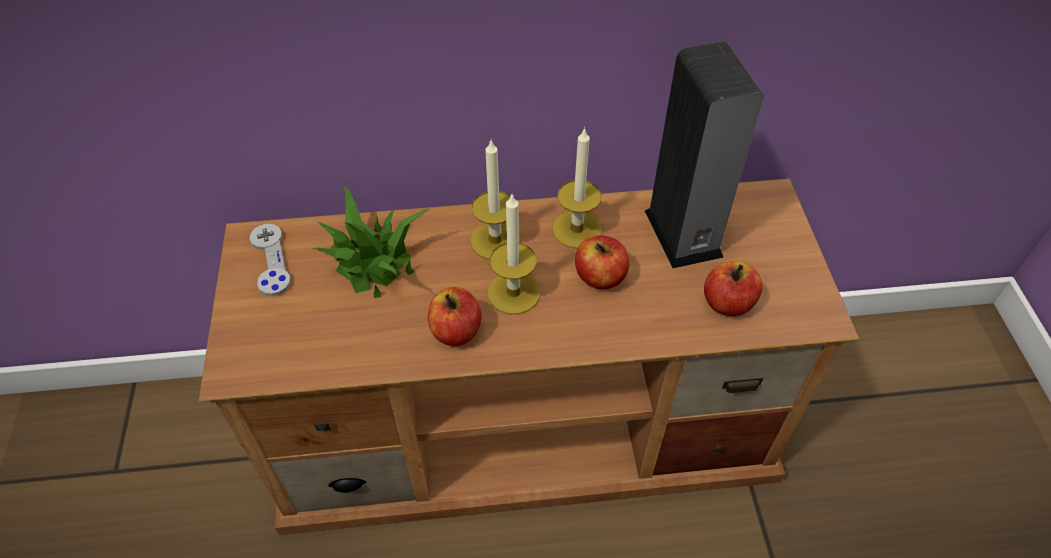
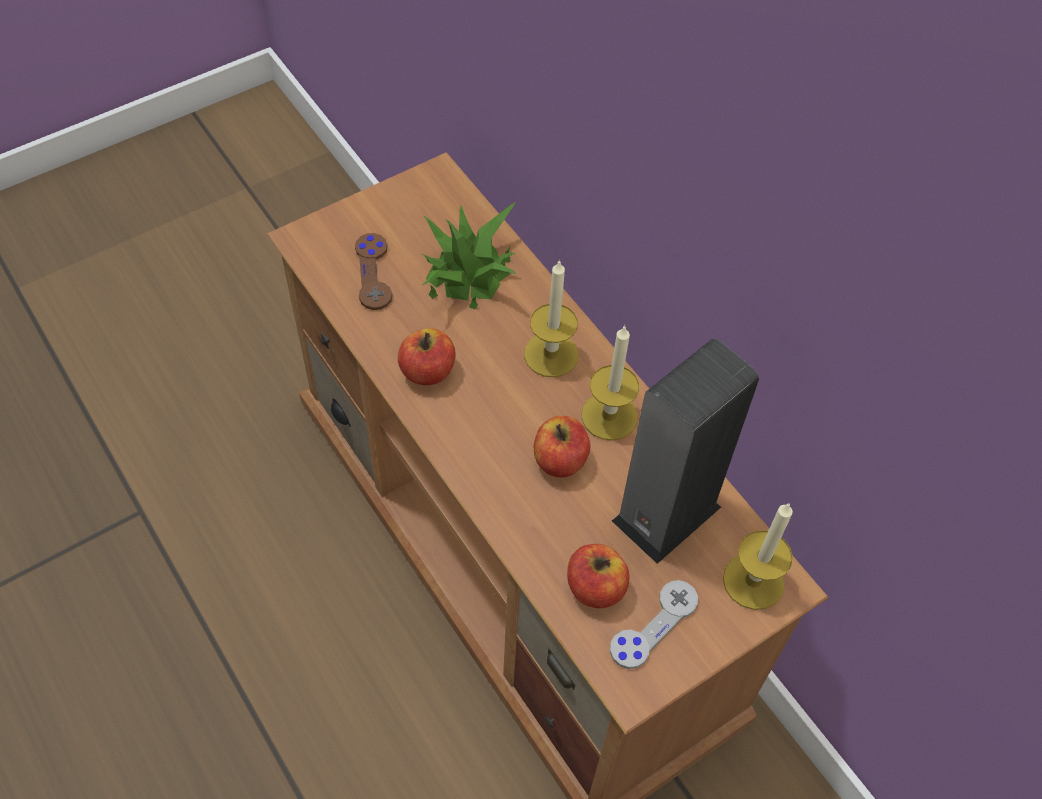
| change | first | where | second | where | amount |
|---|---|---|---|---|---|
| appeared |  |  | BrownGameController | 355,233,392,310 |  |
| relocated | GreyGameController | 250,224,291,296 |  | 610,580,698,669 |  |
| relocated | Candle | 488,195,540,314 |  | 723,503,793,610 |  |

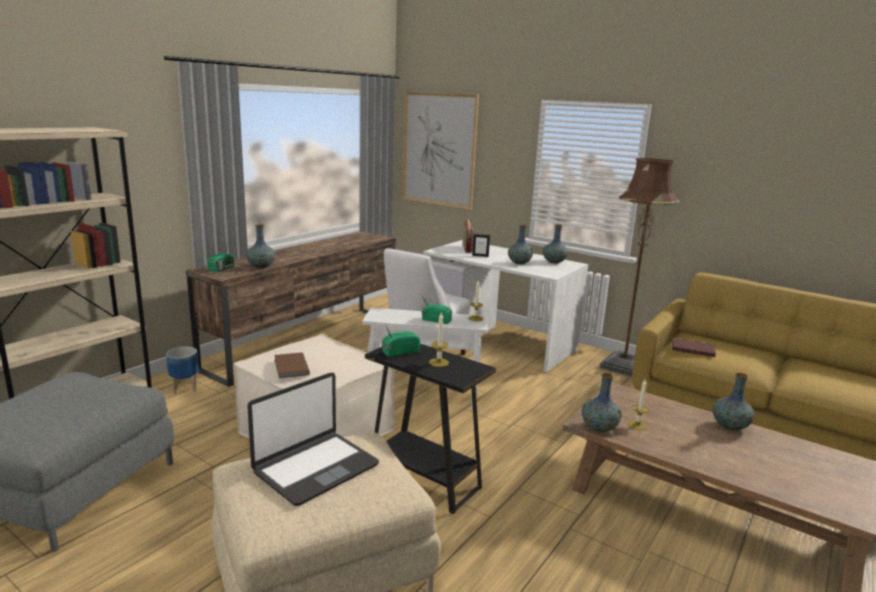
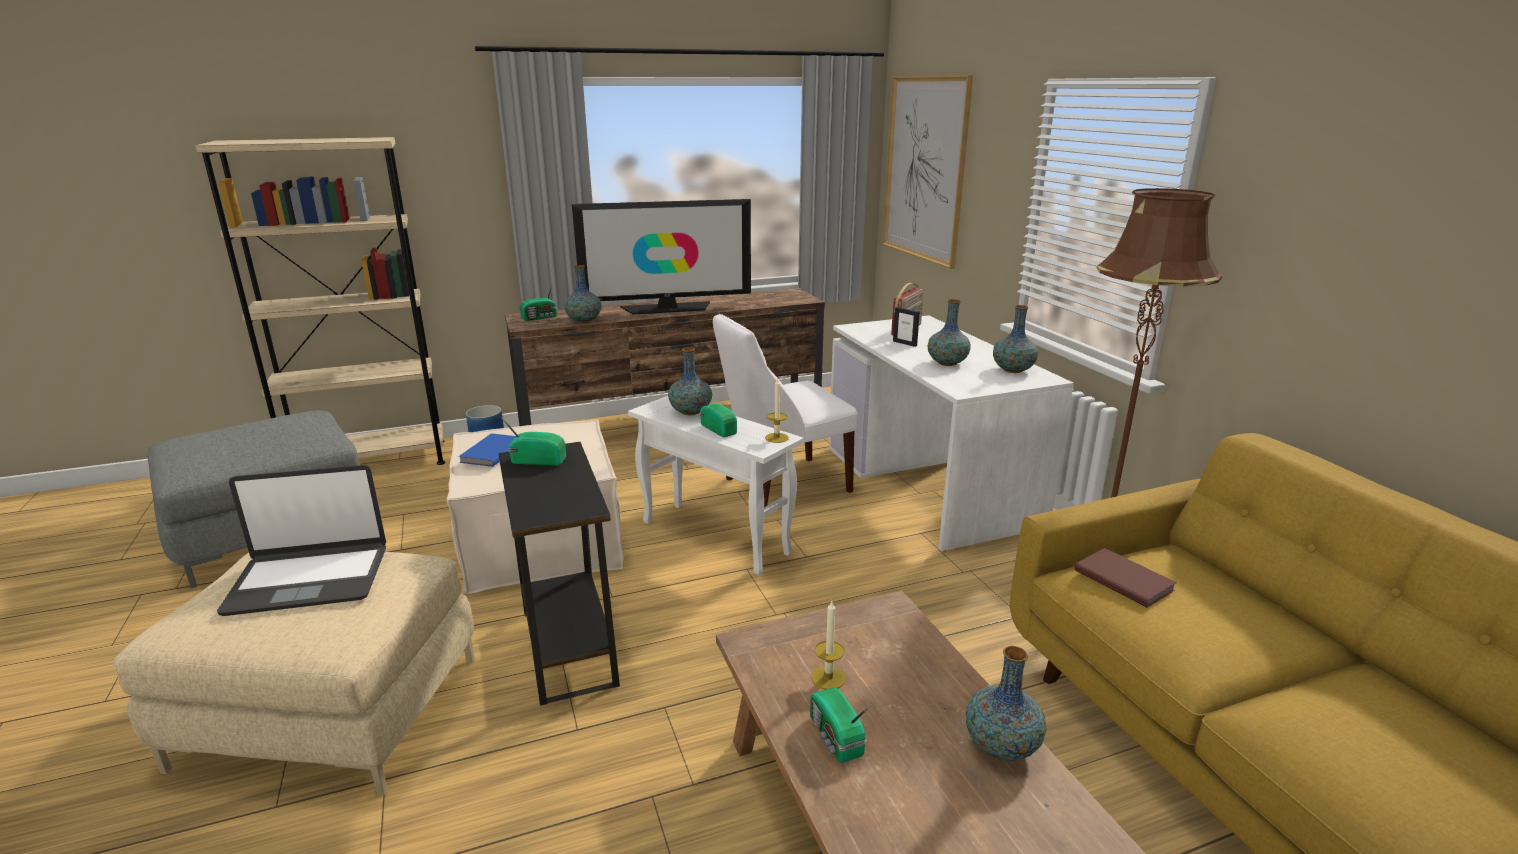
| change | first | where | second | where | amount |
|---|---|---|---|---|---|
| colour | BrownBook | 274,352,310,378 | BlueBook | 458,433,516,467 |  |
| appeared |  |  | Television | 572,199,751,315 |  |
| relocated | Vase | 582,373,622,432 |  | 668,347,712,415 |  |
| appeared |  |  | Radio | 810,688,872,763 |  |
| missing | Candle | 429,313,449,367 |  |  |  |

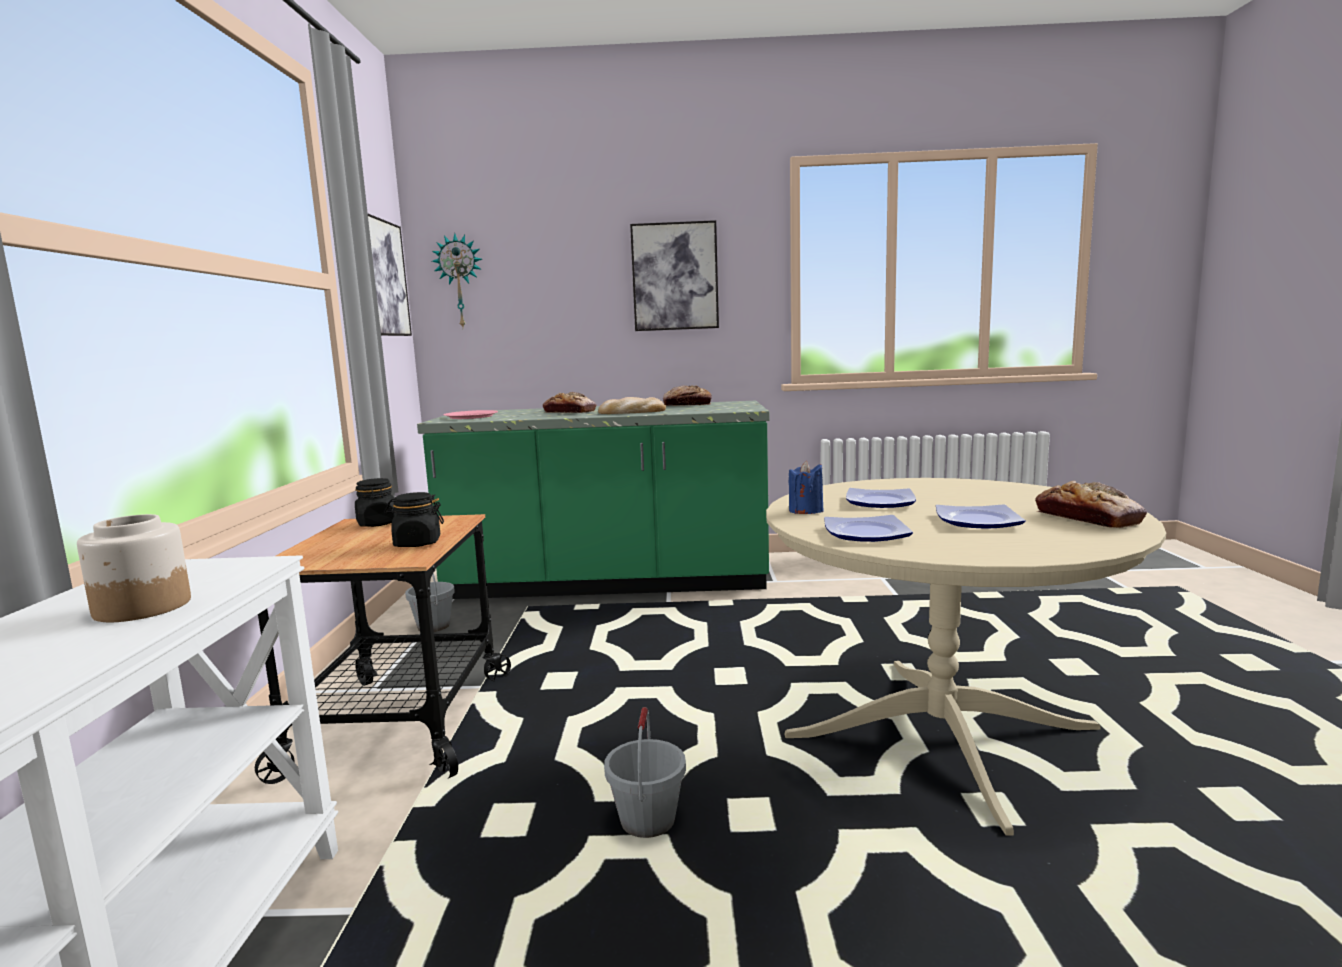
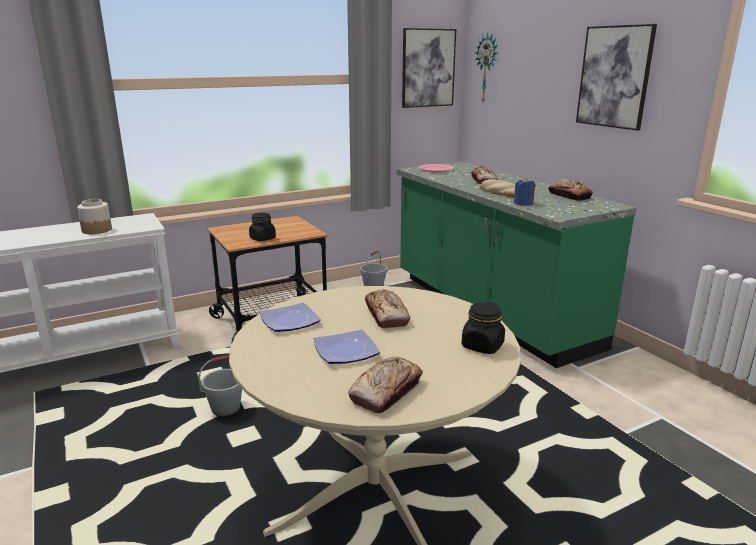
| change | first | where | second | where | amount |
|---|---|---|---|---|---|
| exchanged | Plate | 846,488,916,508 | Bread | 365,289,411,328 |  |
| relocated | BlackJar | 355,478,396,527 |  | 461,302,505,354 |  |
| relocated | BlueCandle | 788,461,824,514 |  | 514,178,536,206 |  |

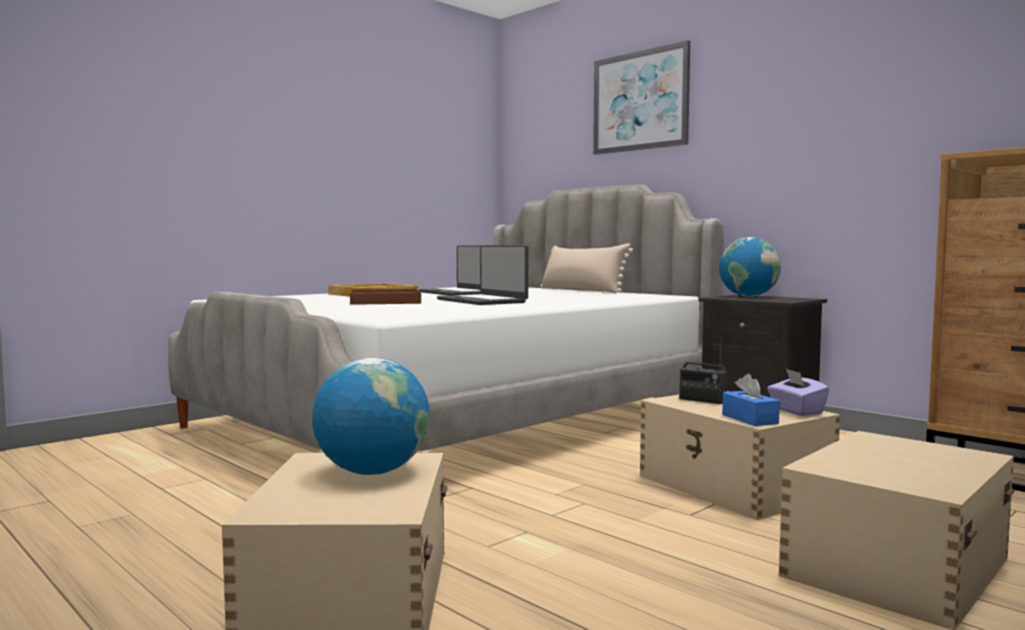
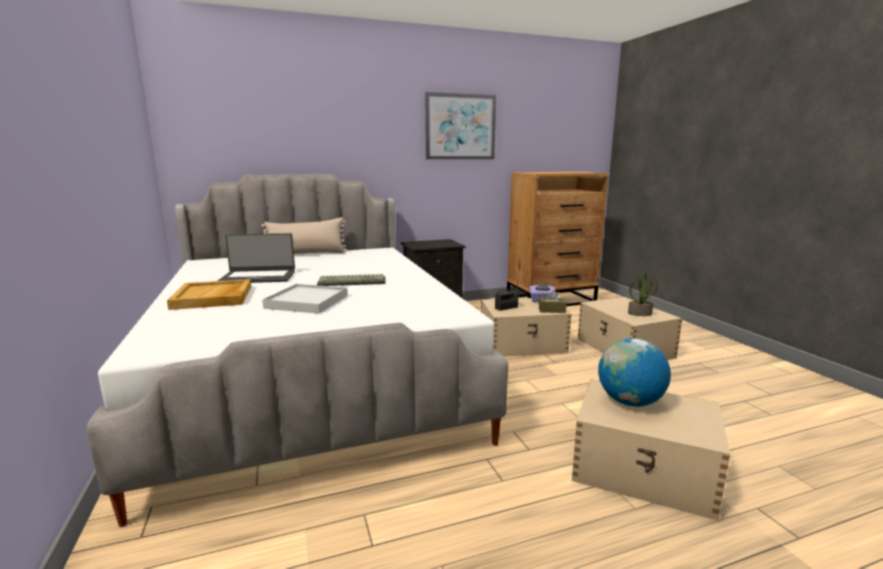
| change | first | where | second | where | amount |
|---|---|---|---|---|---|
| colour | BrownTray | 350,289,421,305 | WhiteTray | 262,284,347,314 |  |
| exchanged | Laptop | 437,245,528,305 | Keyboard | 317,274,386,286 |  |
| relocated | Picture | 593,40,690,155 |  | 425,92,496,160 |  |
| colour | BlueTissueBox | 722,374,780,426 | BrownTissueBox | 539,290,567,313 |  |
| appeared |  |  | PottedPlant | 628,273,658,316 |  |
| missing | Globe | 719,237,781,297 |  |  |  |

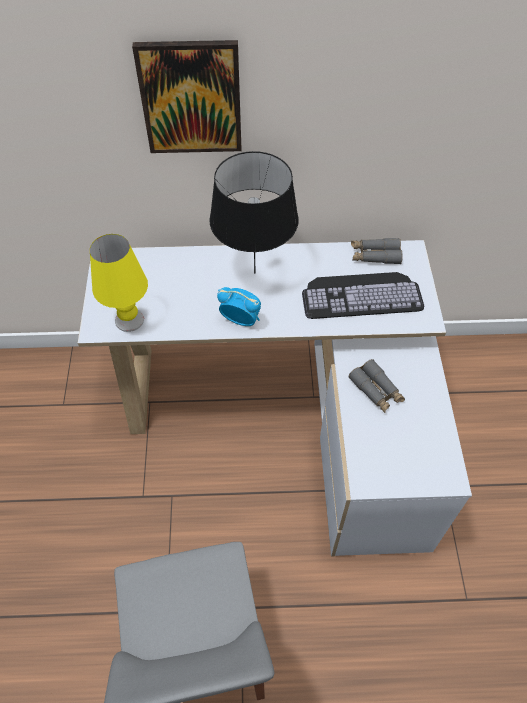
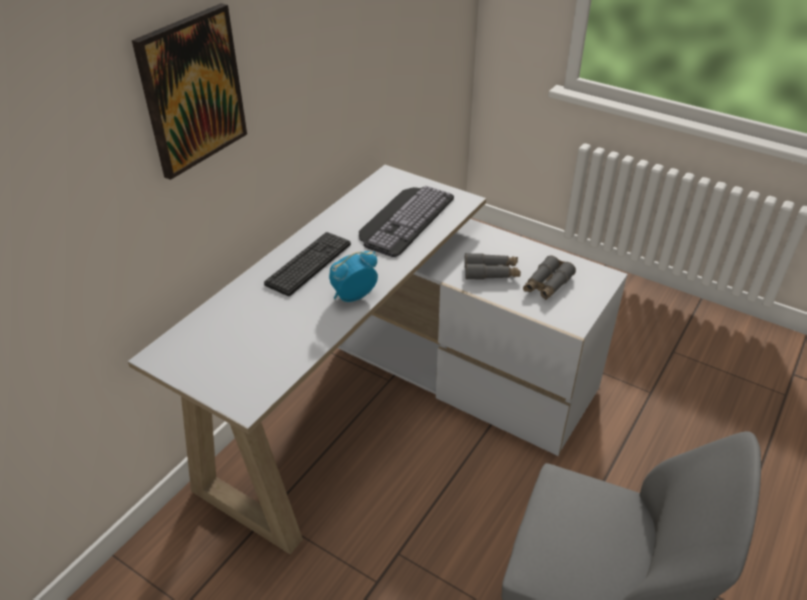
| change | first | where | second | where | amount |
|---|---|---|---|---|---|
| exchanged | BlackTableLamp | 209,151,299,274 | Keyboard | 264,232,351,296 |  |
| relocated | GreyBinoculars | 351,238,403,264 |  | 523,256,576,300 |  |
| missing | YellowTableLamp | 90,234,148,332 |  |  |  |

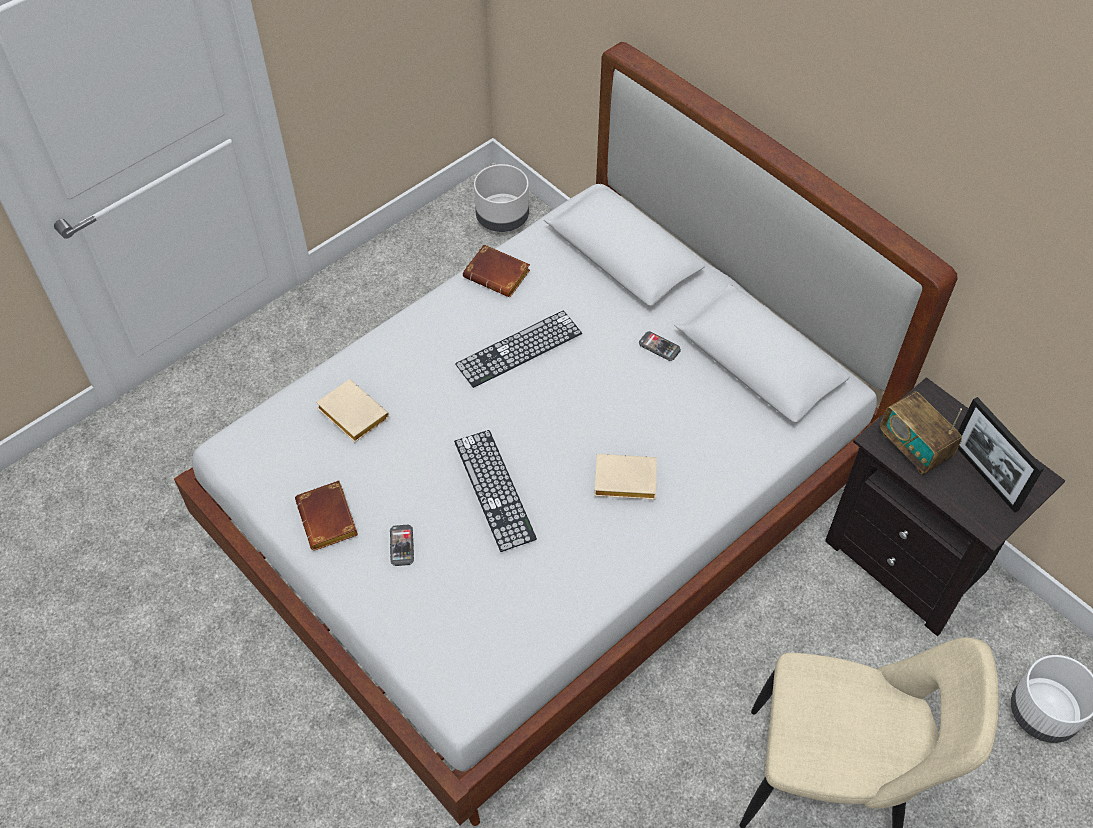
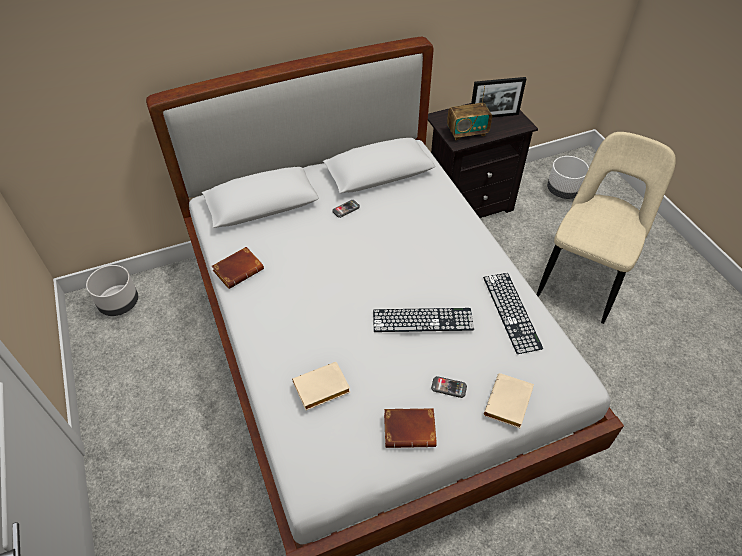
| change | first | where | second | where | amount |
|---|---|---|---|---|---|
| relocated | Keyboard | 455,310,582,388 |  | 483,273,543,354 |  |
| relocated | BeigeBook | 594,454,657,500 |  | 484,373,534,428 |  |

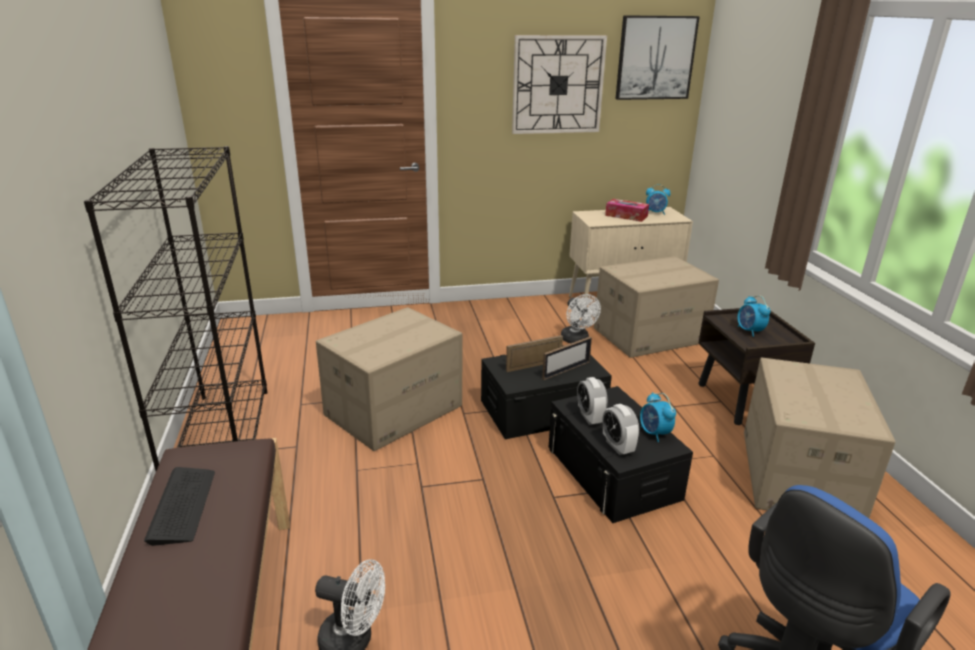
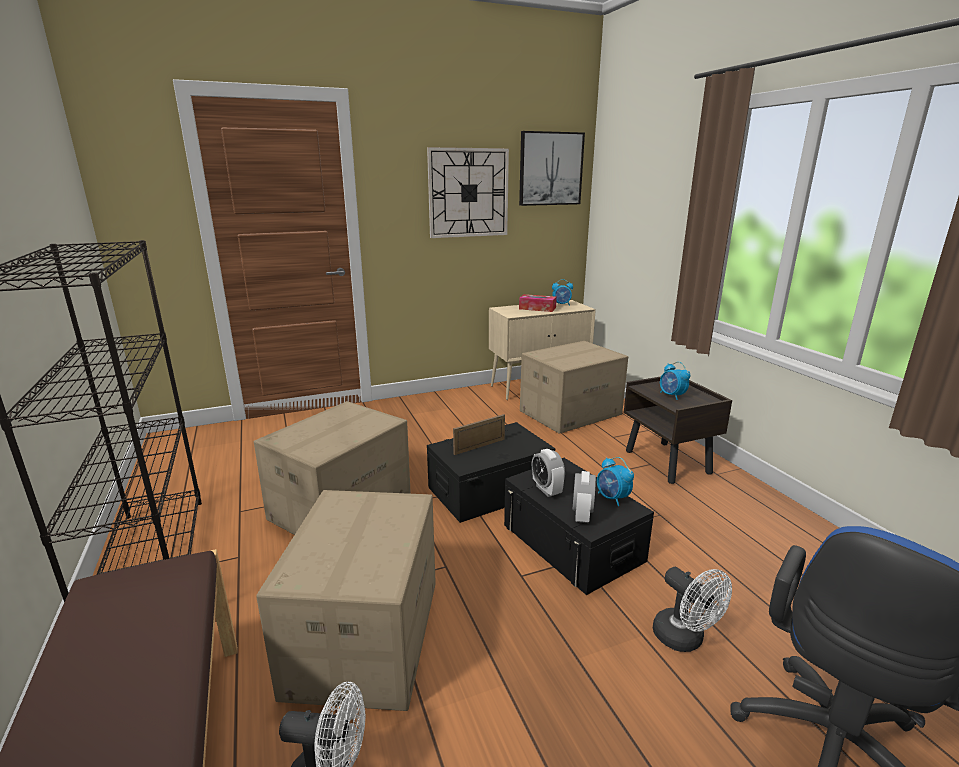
| change | first | where | second | where | amount |
|---|---|---|---|---|---|
| relocated | CardboardBox | 744,357,895,518 |  | 256,490,436,711 |  |
| spun | AlarmClock | 602,404,639,455 |  | 573,471,596,523 | 135 degrees counterclockwise |
| relocated | WhiteFan | 561,294,601,343 |  | 653,567,732,652 |  |
| missing | Keyboard | 144,467,215,546 |  |  |  |
| missing | PictureFrame | 542,337,592,380 |  |  |  |

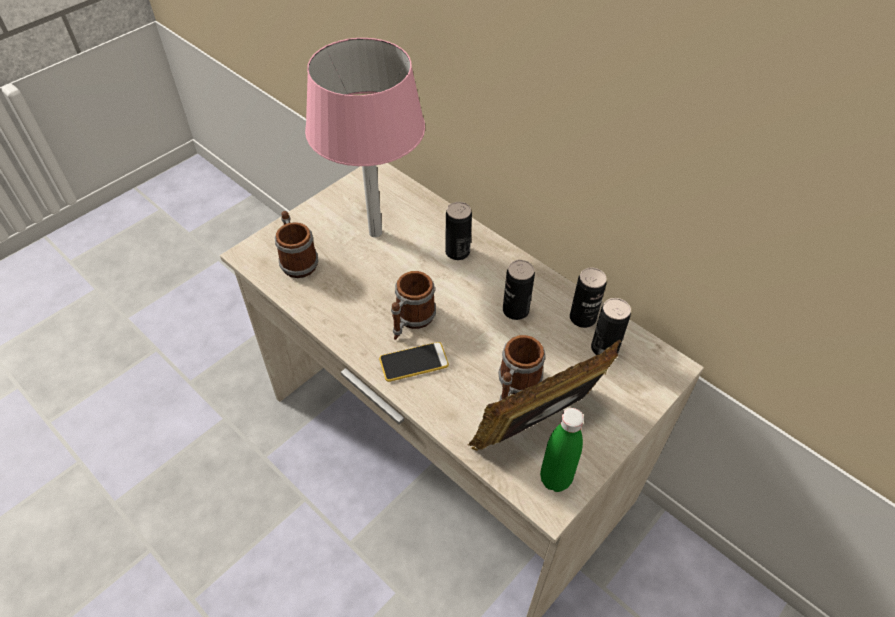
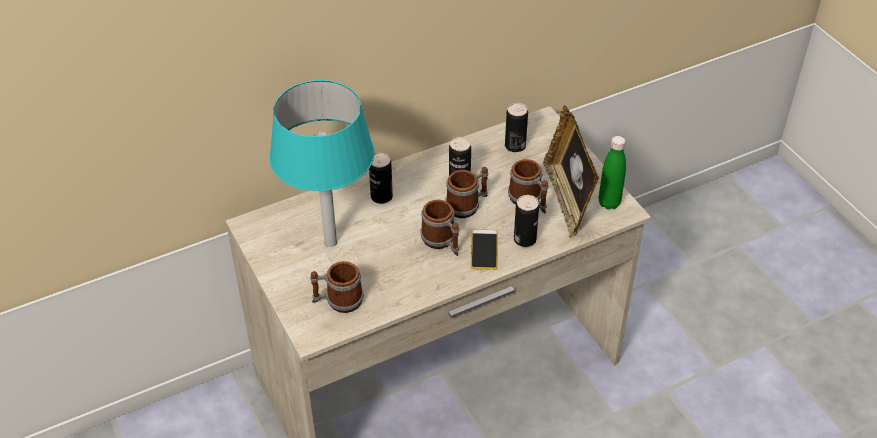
| change | first | where | second | where | amount |
|---|---|---|---|---|---|
| colour | PinkTableLamp | 305,38,425,237 | TurquoiseTableLamp | 269,80,375,247 |  |
| appeared |  |  | Mug | 445,167,488,218 |  |
| relocated | Can | 570,268,606,328 |  | 514,195,539,247 |  |

